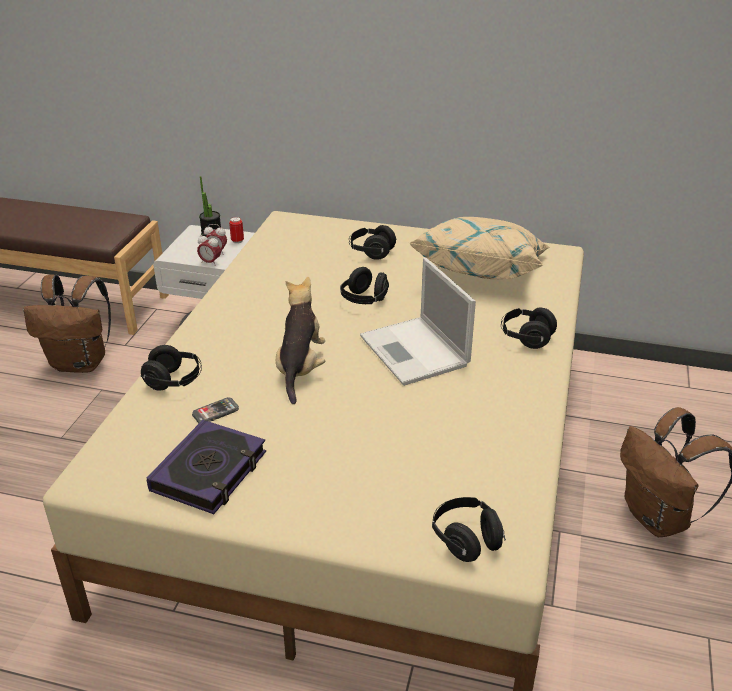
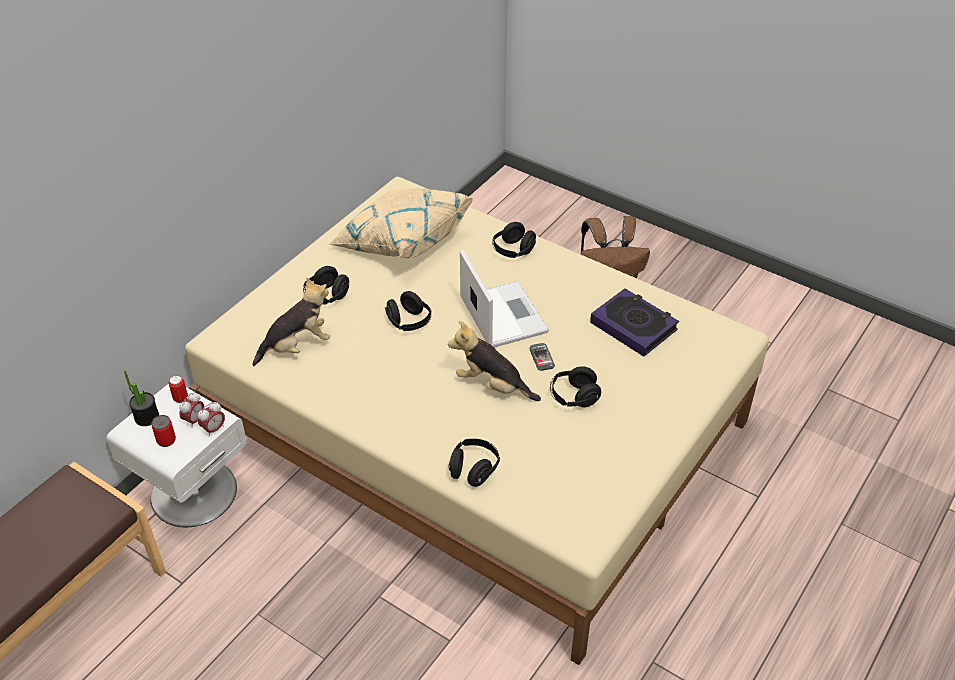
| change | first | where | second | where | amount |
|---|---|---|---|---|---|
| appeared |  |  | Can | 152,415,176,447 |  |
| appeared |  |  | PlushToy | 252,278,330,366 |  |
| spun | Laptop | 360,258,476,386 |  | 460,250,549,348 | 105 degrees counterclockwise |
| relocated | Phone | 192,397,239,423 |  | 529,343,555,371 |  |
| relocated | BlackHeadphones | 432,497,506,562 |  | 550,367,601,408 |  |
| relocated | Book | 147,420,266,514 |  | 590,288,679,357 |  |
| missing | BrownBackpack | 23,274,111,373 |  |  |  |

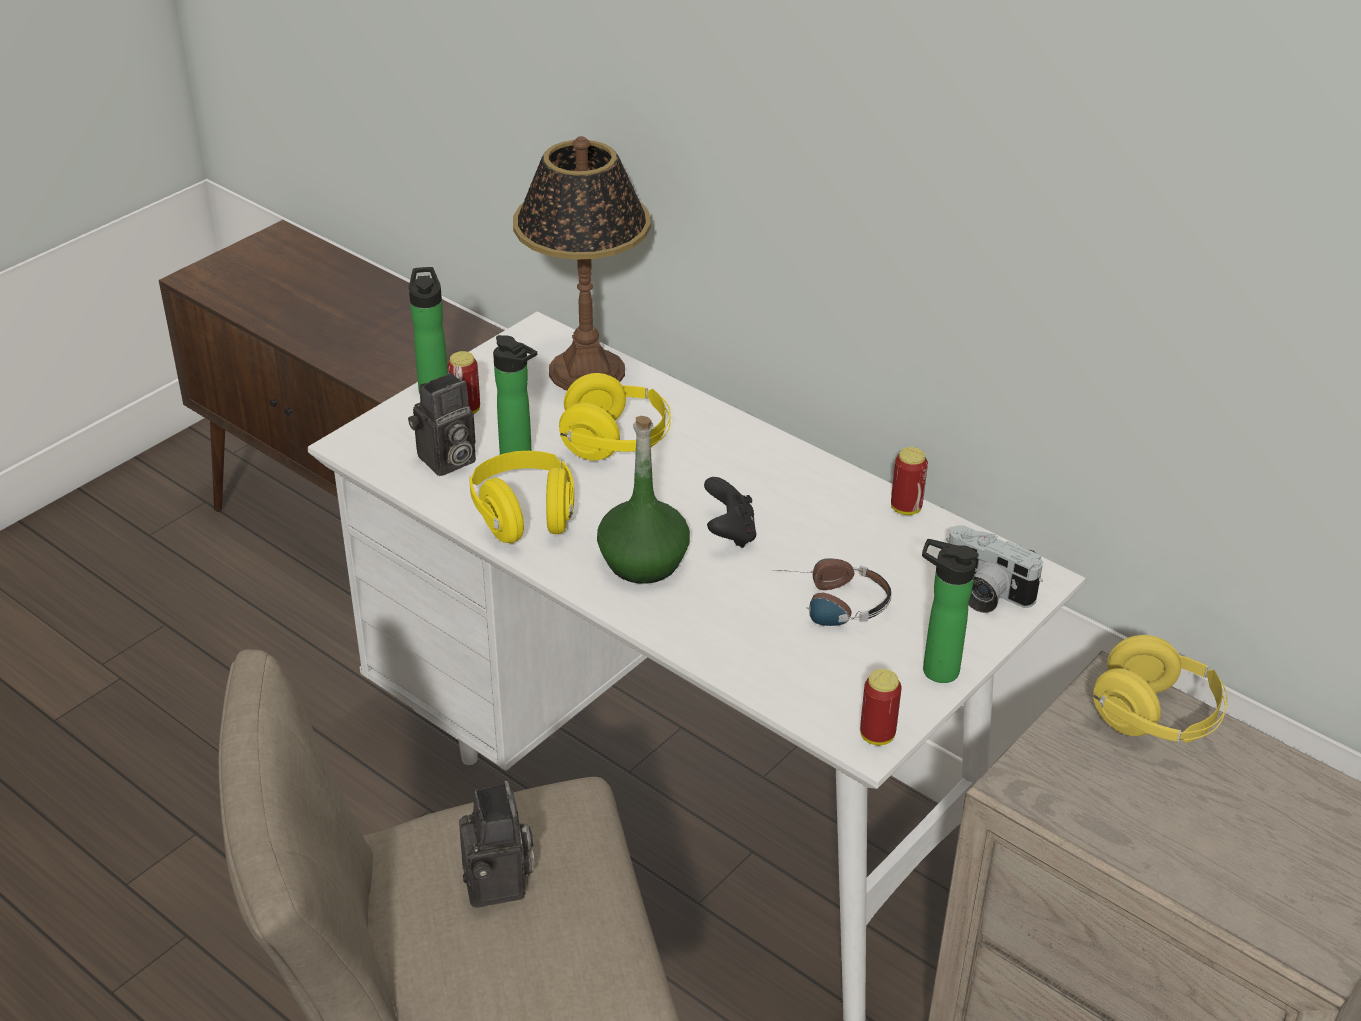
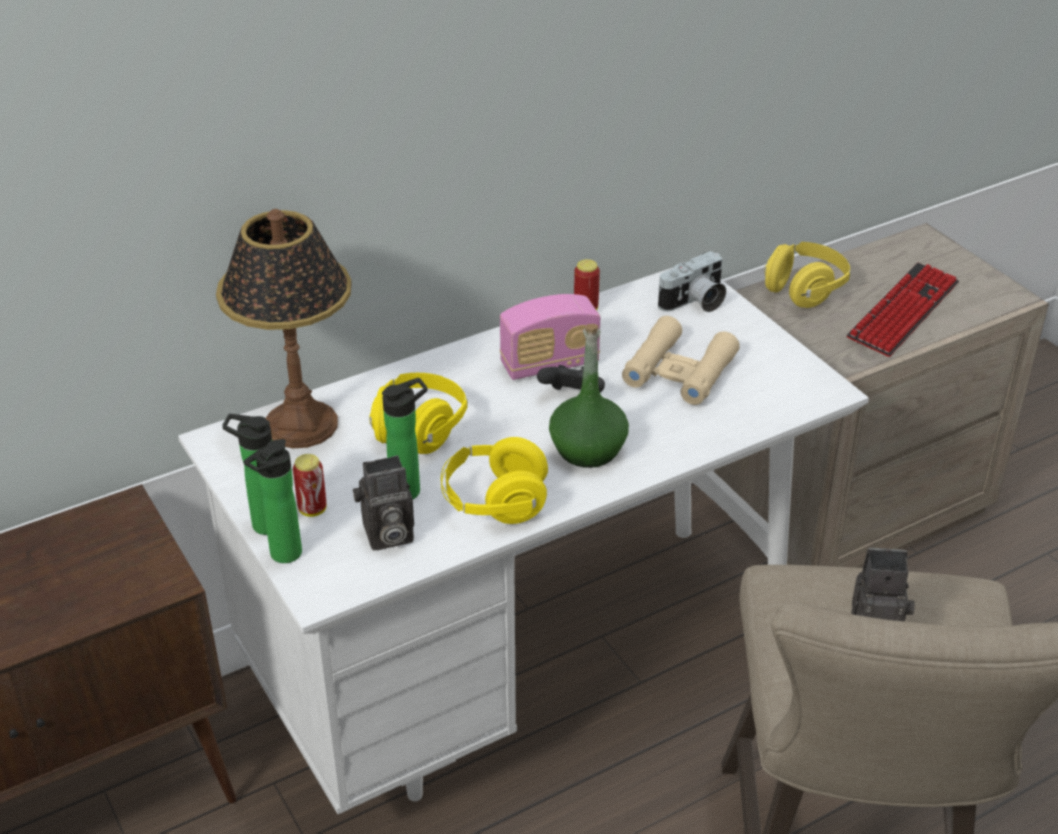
| change | first | where | second | where | amount |
|---|---|---|---|---|---|
| relocated | Bottle | 922,539,979,683 |  | 243,439,302,563 |  |
| spun | PhotoCamera | 408,373,476,476 |  | 353,455,414,550 | 90 degrees clockwise |
| appeared |  |  | Radio | 500,294,600,380 |  |
| exchanged | Headphones | 773,558,892,626 | BeigeBinoculars | 622,316,740,405 |  |
| appeared |  |  | Keyboard | 847,263,959,357 |  |
| missing | Can | 860,669,902,745 |  |  |  |

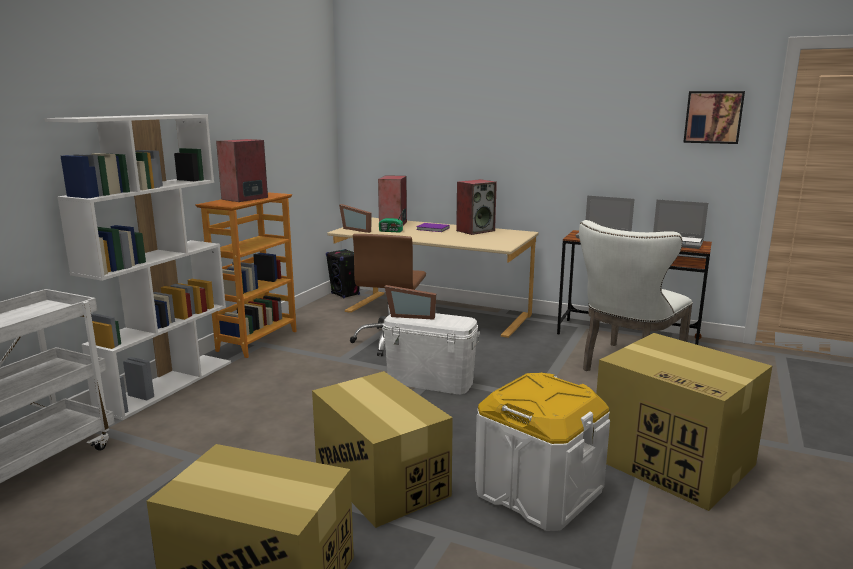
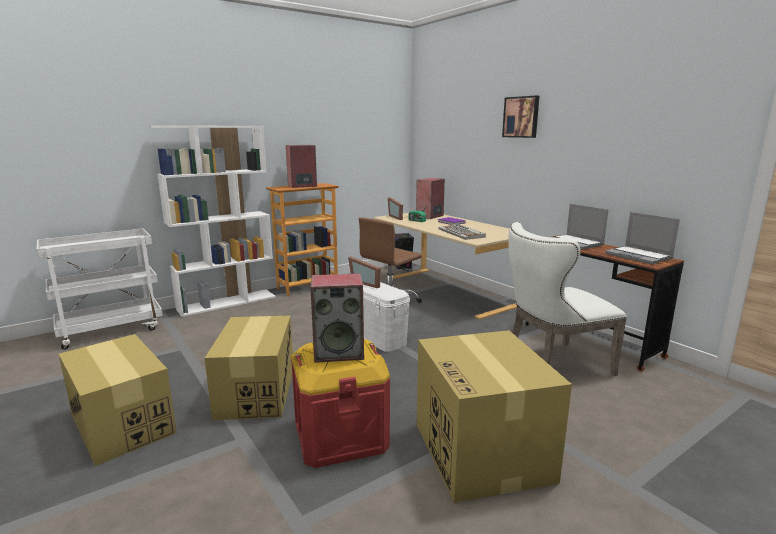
| change | first | where | second | where | amount |
|---|---|---|---|---|---|
| colour | WhiteStorageBox | 475,373,610,531 | RedStorageBox | 291,339,390,468 |  |
| relocated | Speaker | 456,179,497,235 |  | 311,273,364,363 |  |
| appeared |  |  | Keyboard | 439,224,486,240 |  |
| relocated | Picture | 683,91,745,144 |  | 502,95,539,138 |  |

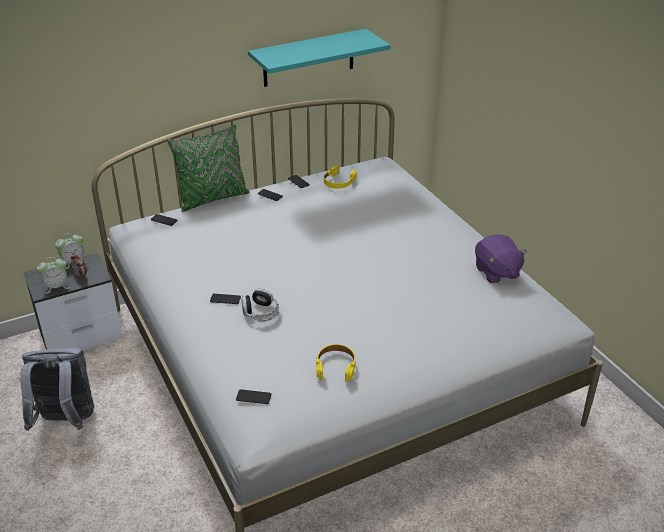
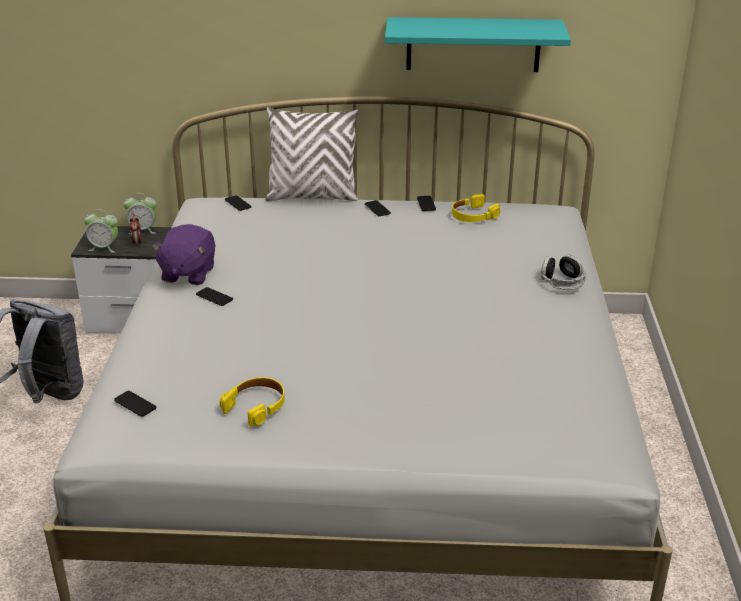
| change | first | where | second | where | amount |
|---|---|---|---|---|---|
| relocated | PurplePlushToy | 475,235,527,283 |  | 152,224,215,285 |  |
| colour | GreenPillow | 167,125,249,212 | WhitePillow | 265,107,358,201 |  |
| relocated | Headphones | 241,289,279,321 |  | 541,255,586,290 |  |

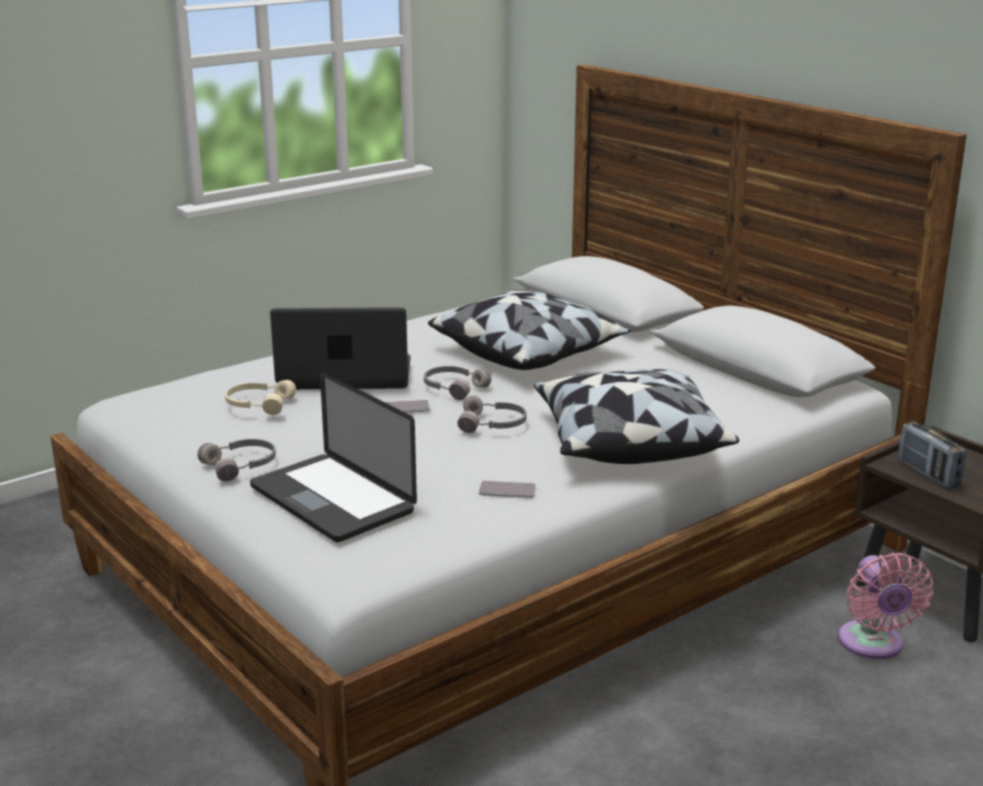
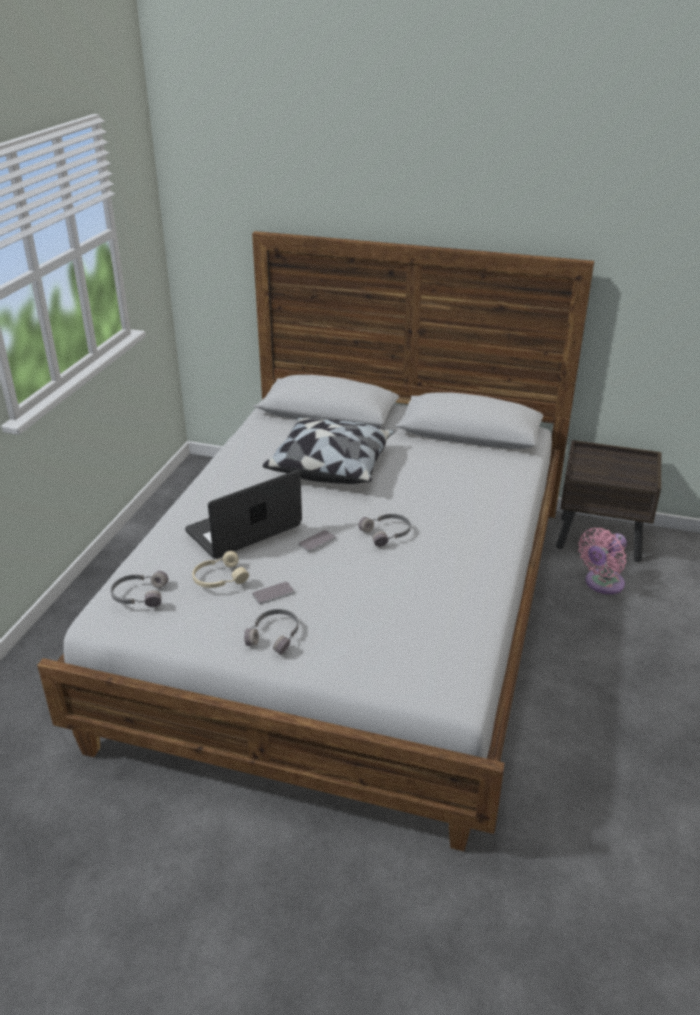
| change | first | where | second | where | amount |
|---|---|---|---|---|---|
| relocated | GreyHeadphones | 424,366,491,400 |  | 110,571,168,607 |  |
| relocated | Phone | 479,481,536,498 |  | 252,582,294,604 |  |
| spun | PinkFan | 838,553,933,659 |  | 578,528,627,594 | 90 degrees clockwise |
| missing | Laptop | 250,372,417,542 |  |  |  |
| missing | Pillow | 534,369,739,464 |  |  |  |
| missing | Radio | 898,421,966,489 |  |  |  |

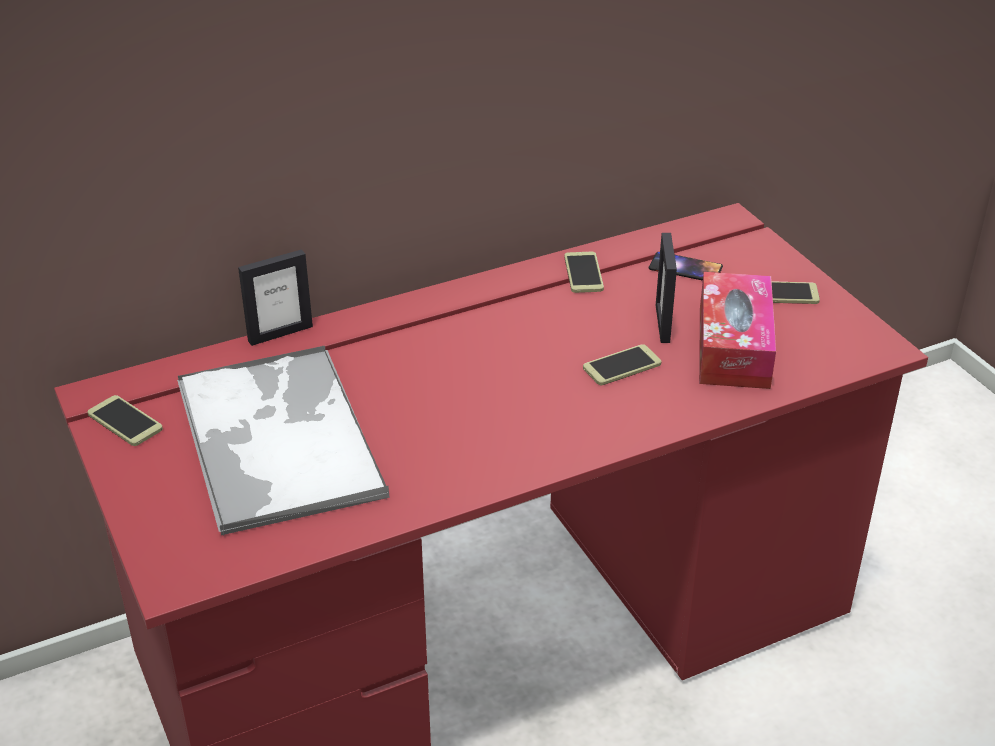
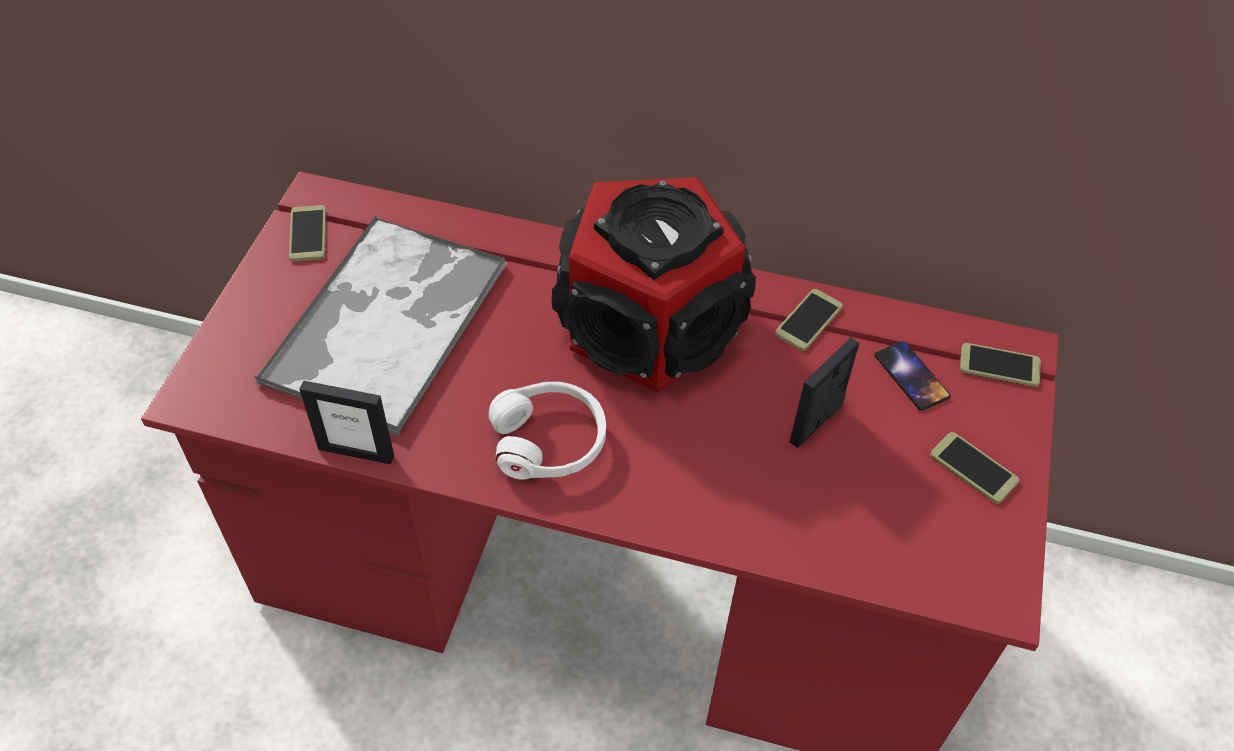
| change | first | where | second | where | amount |
|---|---|---|---|---|---|
| relocated | PictureFrame | 238,249,313,346 |  | 300,381,394,464 |  |
| appeared |  |  | WhiteHeadphones | 488,382,606,480 |  |
| appeared |  |  | Speaker | 552,177,756,392 |  |
| relocated | Phone | 583,344,661,385 |  | 960,343,1041,387 |  |
| missing | TissueBox | 699,272,776,389 |  |  |  |

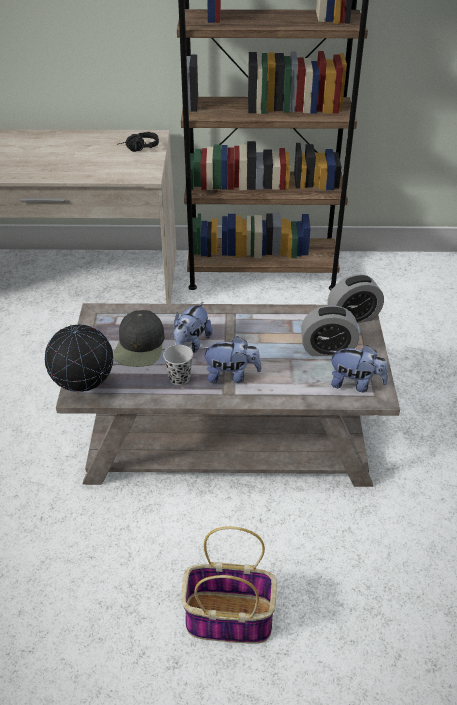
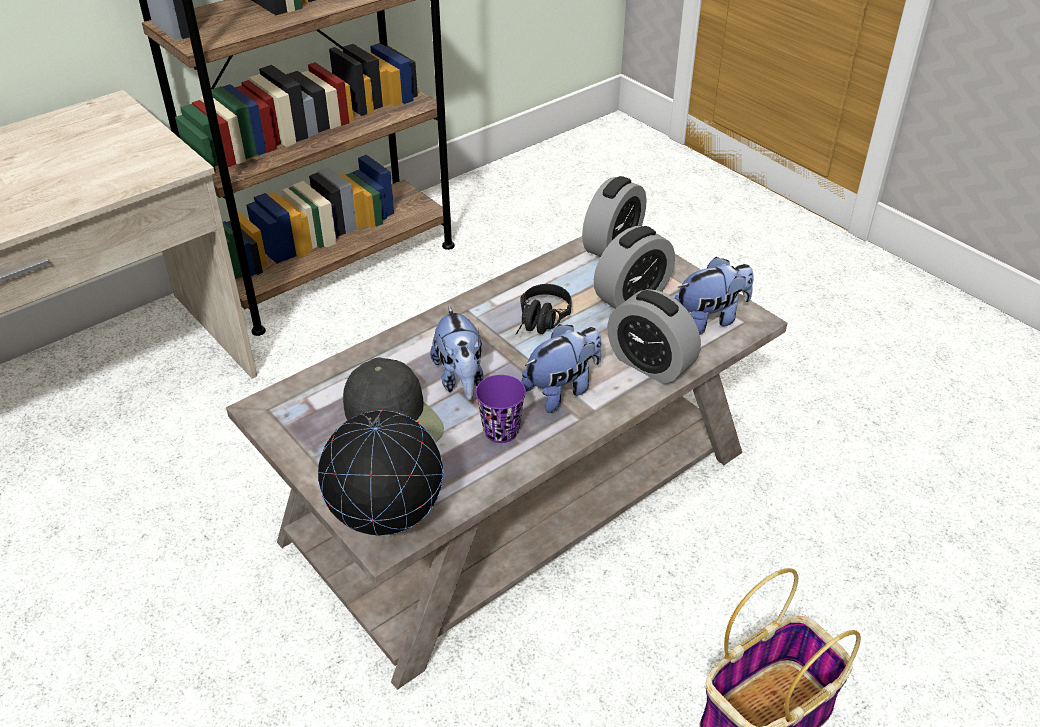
| change | first | where | second | where | amount |
|---|---|---|---|---|---|
| colour | BlackCup | 163,345,193,385 | PurpleCup | 475,375,526,443 |  |
| relocated | BlackHeadphones | 117,132,159,152 |  | 516,284,572,335 |  |
| appeared |  |  | AlarmClock | 607,289,701,384 |  |

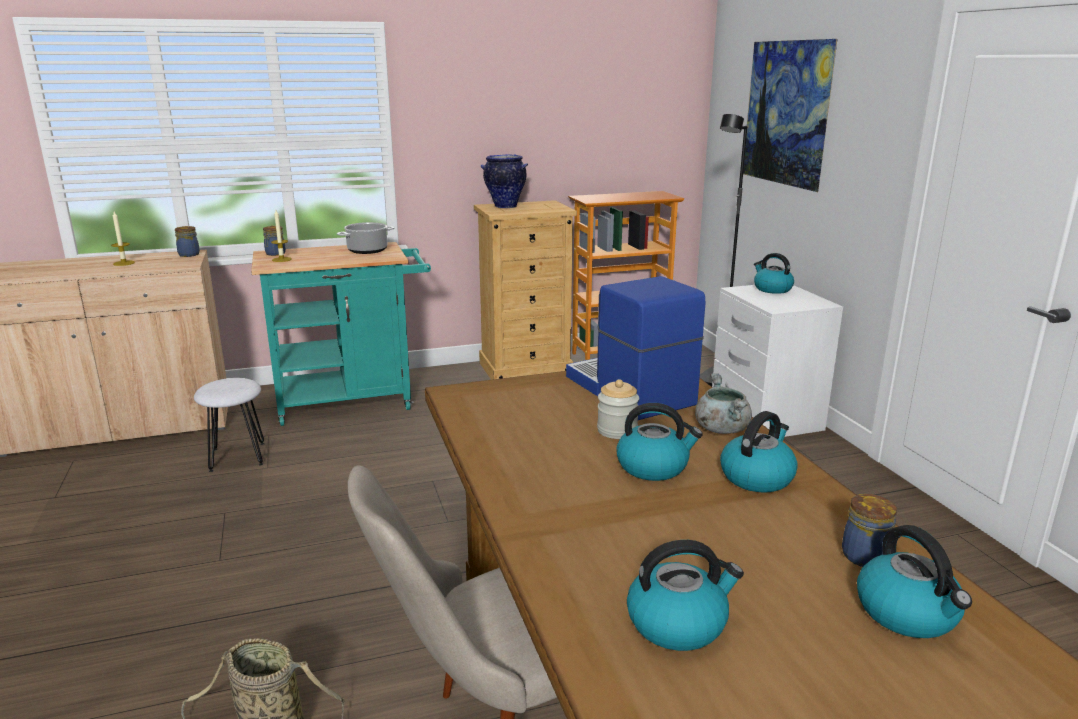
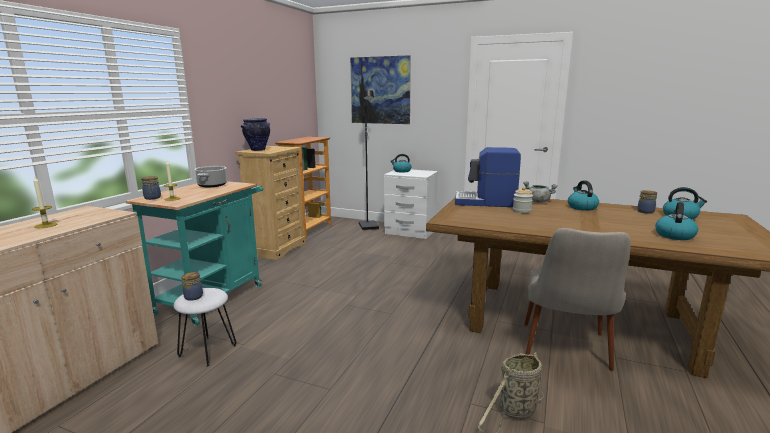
| change | first | where | second | where | amount |
|---|---|---|---|---|---|
| relocated | Jar | 175,226,200,257 |  | 181,272,203,301 |  |
| missing | Kettle | 616,403,703,481 |  |  |  |

